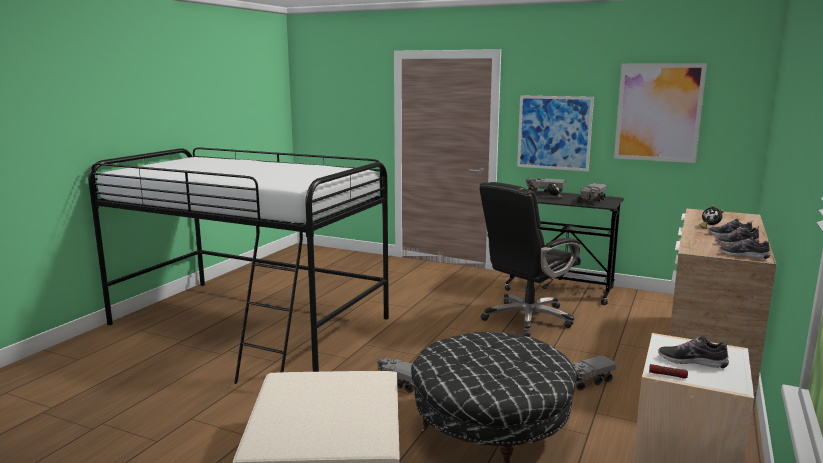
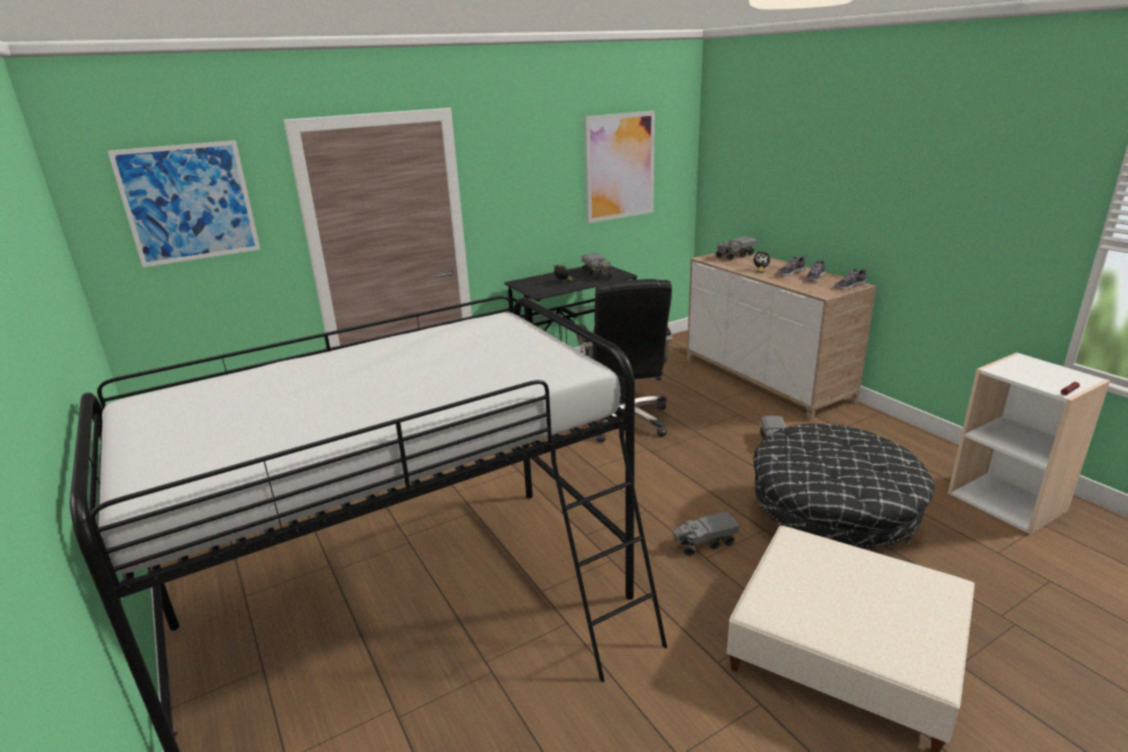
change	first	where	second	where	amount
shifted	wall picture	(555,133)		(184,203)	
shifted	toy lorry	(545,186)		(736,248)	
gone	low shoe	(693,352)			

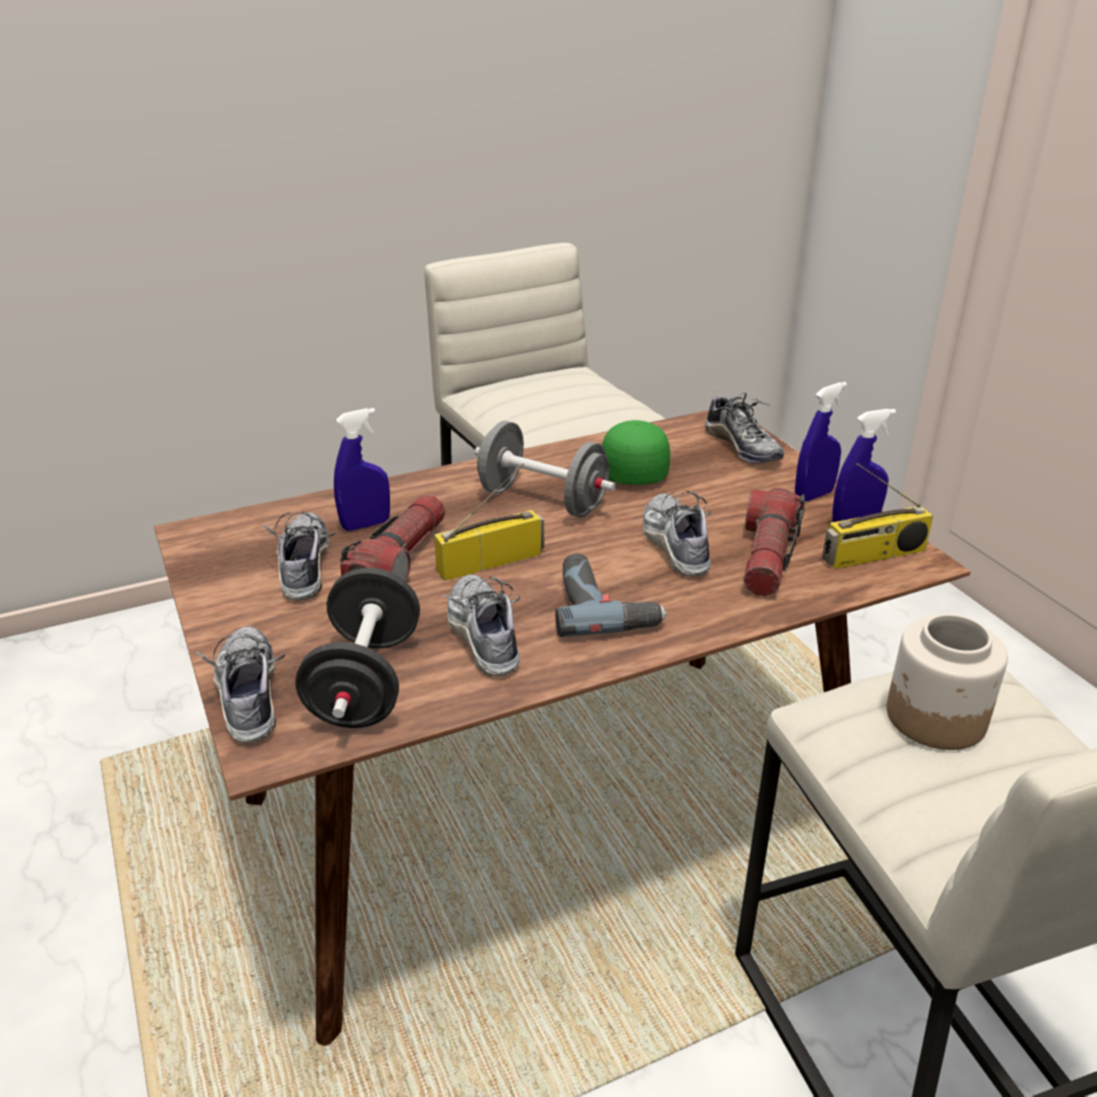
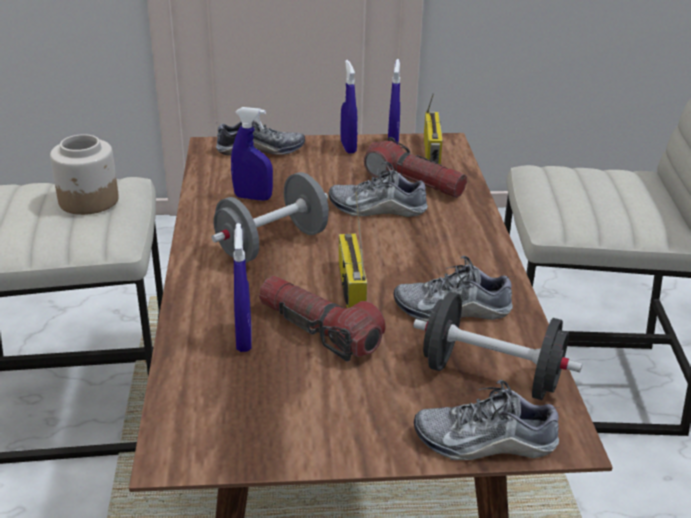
change	first	where	second	where	amount
gone	low shoe	(299,556)			
gone	power drill	(611,595)			
swapped	greenish baseball cap	(636,452)	blue sprayer	(252,154)	
shifted	preserve jar	(947,682)		(84,174)	

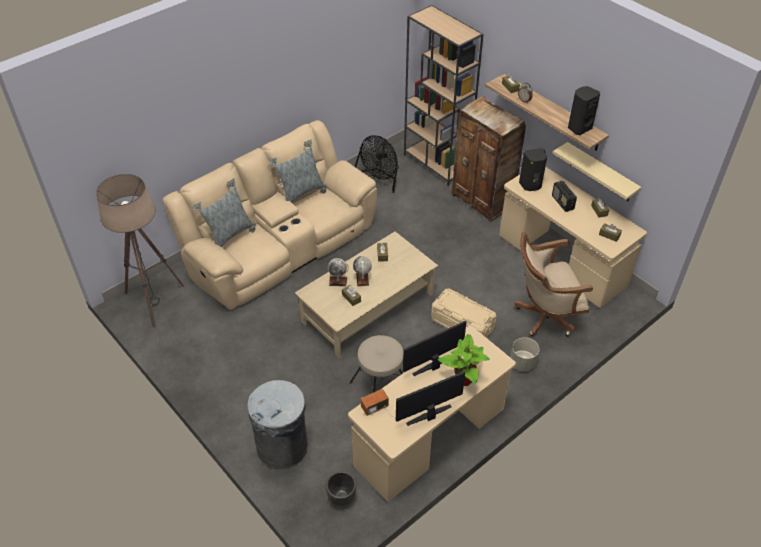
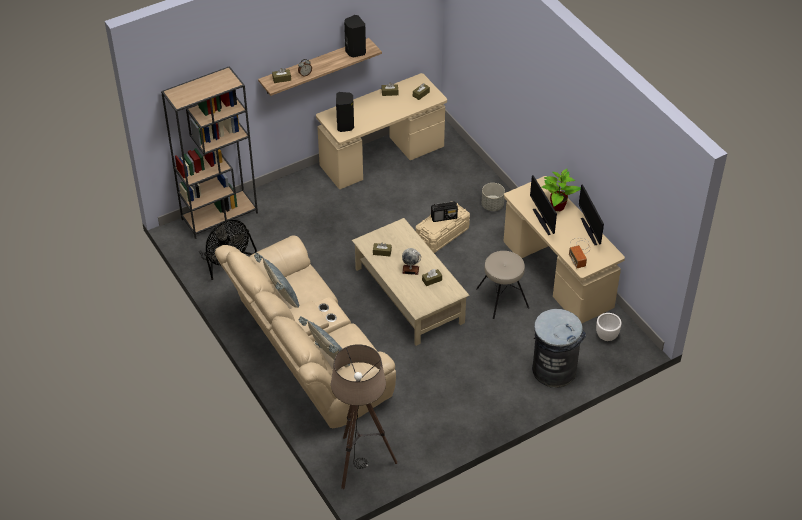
change	first	where	second	where	amount
repainted	black flower pot	(341,489)	whitish flower pot	(608,327)	
gone	world globe	(338,272)			
gone	brown cupboard	(489,159)			
gone	desk chair	(553,284)			
shifted	radio set	(564,196)		(444,212)	
gone	beige shelf	(597,171)			

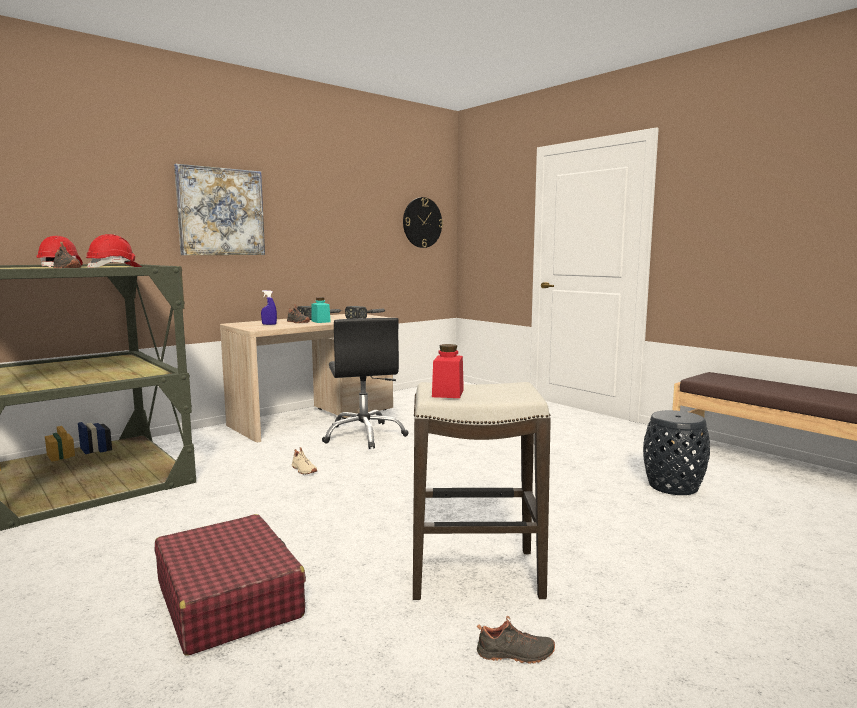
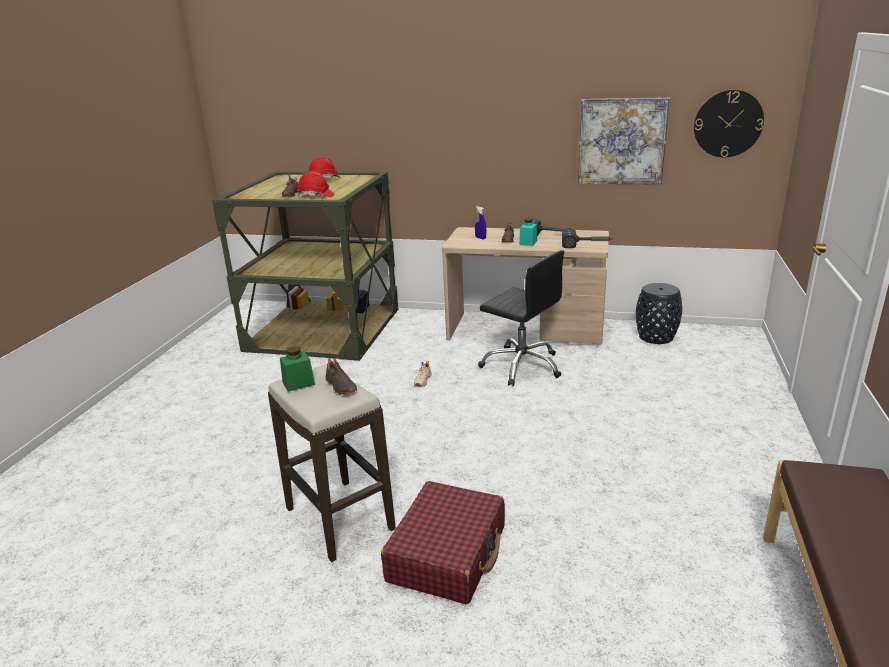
change	first	where	second	where	amount
shifted	reddish travel case	(230,585)		(443,542)	
shifted	wall picture	(219,209)		(624,141)	
rotated	black desk chair	(365,383)		(521,318)	90 degrees counterclockwise
repainted	reddish preserve jar	(448,371)	greenish preserve jar	(297,369)	
shifted	black low shoe	(516,640)		(341,376)	
shifted	black stool	(676,452)		(659,313)	

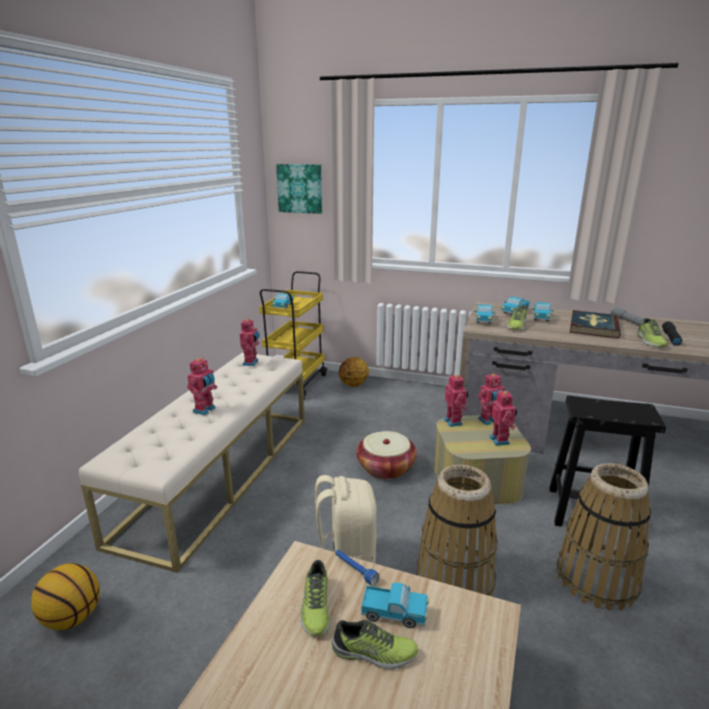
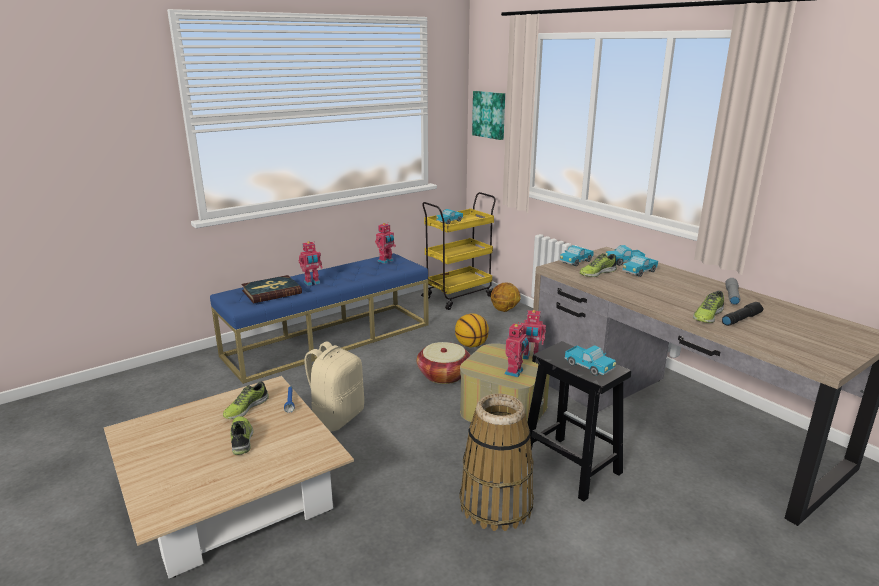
change	first	where	second	where	amount
shifted	basketball ball	(65,596)		(472,330)	
repainted	beige bench	(192,463)	blue bench	(319,318)	
rotated	low shoe	(374,645)		(242,435)	150 degrees counterclockwise
shifted	toy lorry	(395,605)		(590,360)	
gone	household basket	(457,530)			
gone	model robot	(455,401)			
shifted	book	(595,324)		(271,289)	

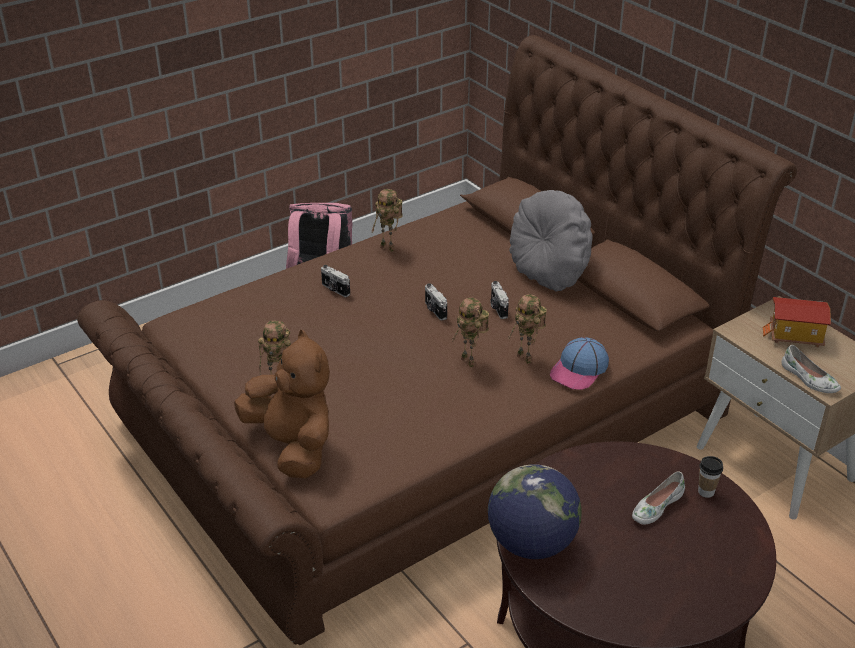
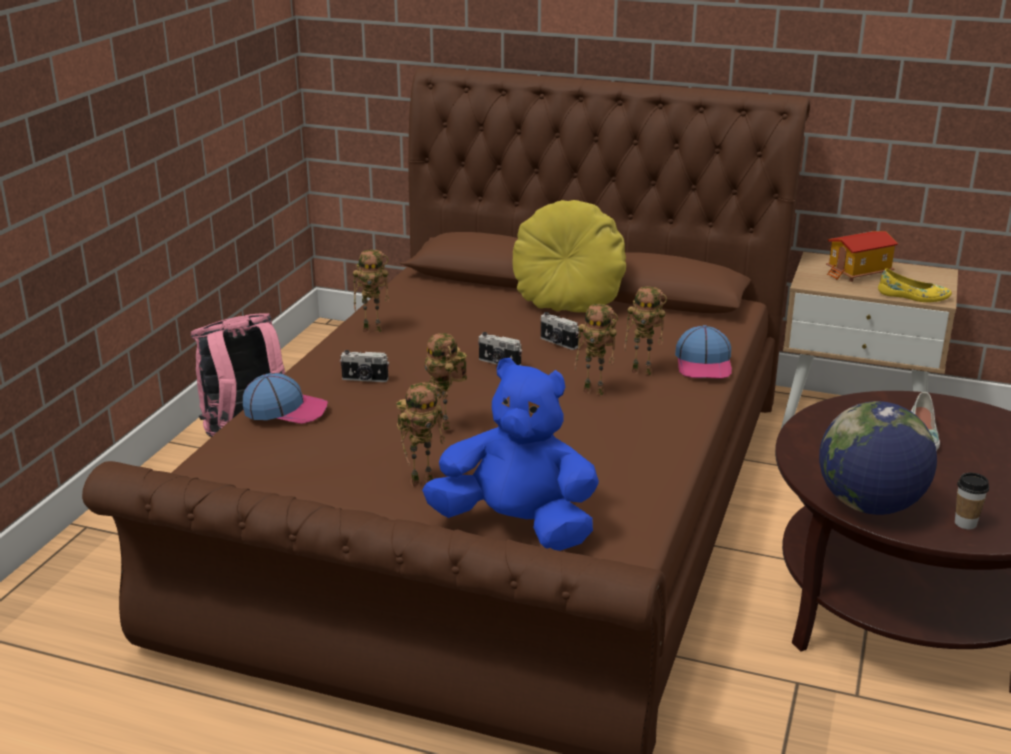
change	first	where	second	where	amount
repainted	brown soft toy	(282,404)	blue soft toy	(510,454)	
repainted	greyish pillow	(551,240)	yellow-coloured pillow	(569,256)	
shifted	drinking cup	(710,477)		(972,501)	
repainted	whitish low shoe	(811,369)	yellow-coloured low shoe	(915,285)	
new			baseball cap	(285,398)	
new			model robot	(445,381)	

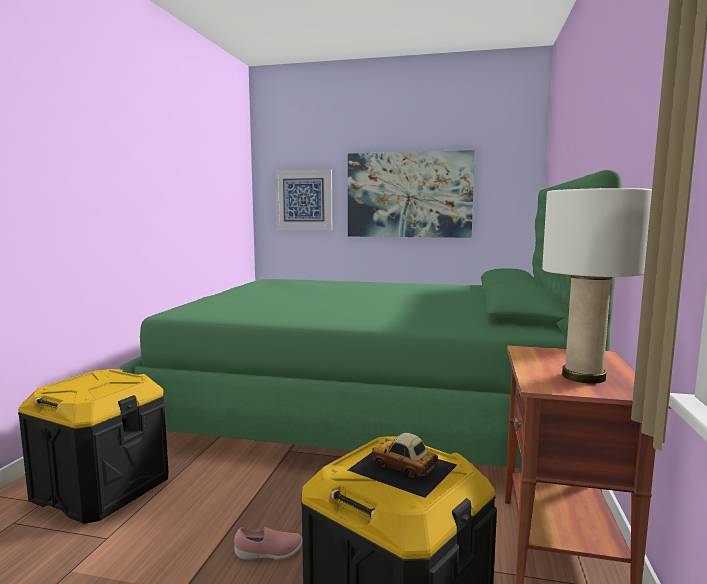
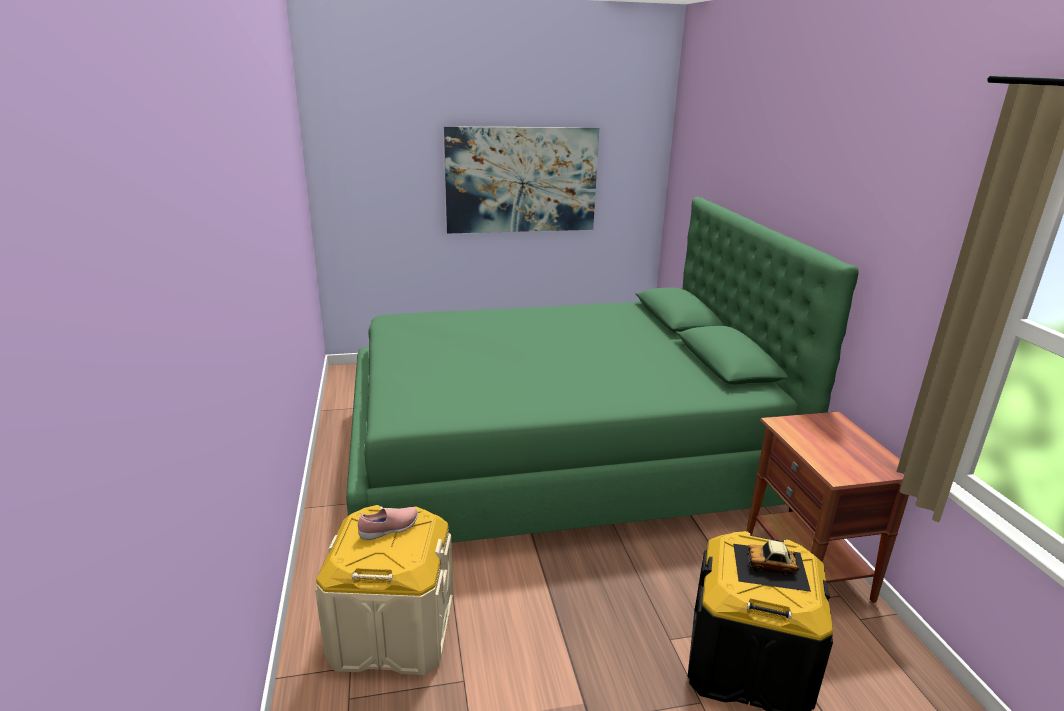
change	first	where	second	where	amount
repainted	black storage box	(93,446)	beige storage box	(384,590)	
shifted	pinkish low shoe	(268,543)		(388,523)	
gone	wall picture	(303,199)			
gone	whitish lamp for a table	(597,285)			

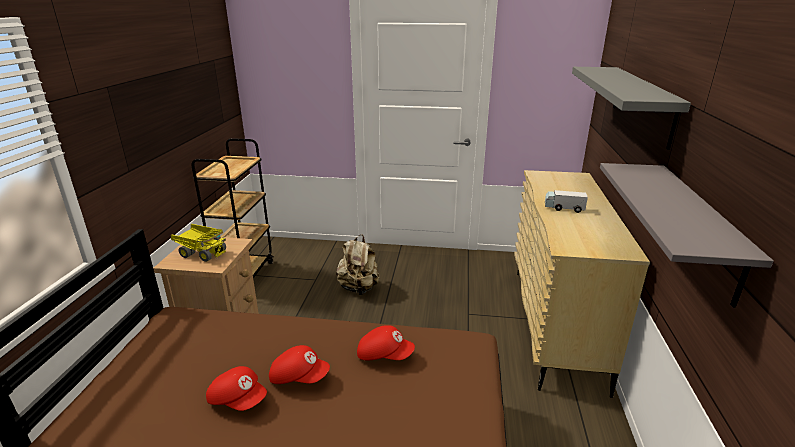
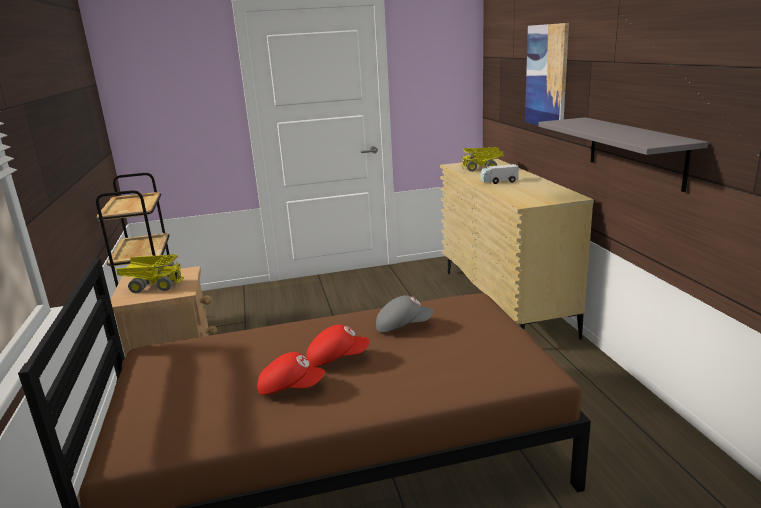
change	first	where	second	where	amount
gone	beige knapsack	(358,264)			
repainted	reddish baseball cap	(386,343)	greyish baseball cap	(404,313)	
swapped	greyish shelf	(631,108)	wall picture	(547,74)	
new			toy lorry	(482,159)	

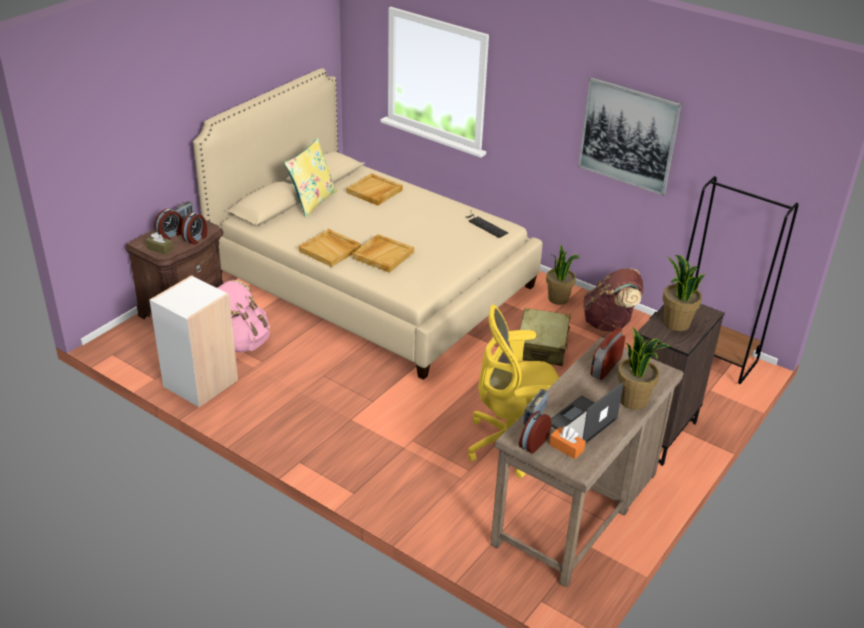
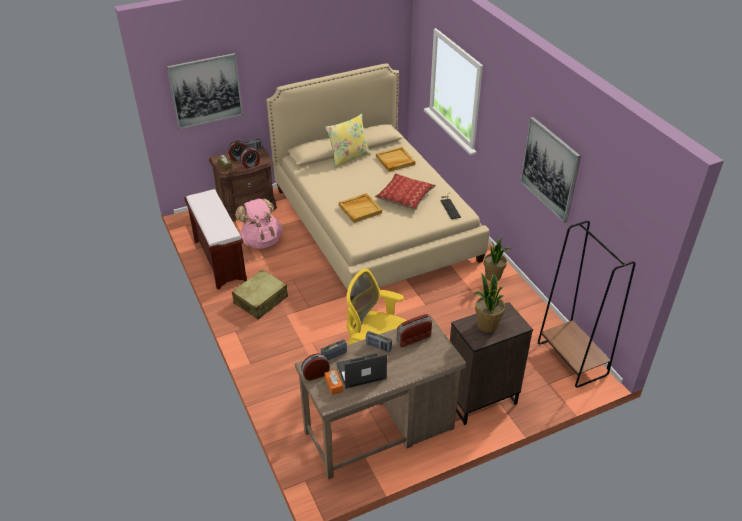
change	first	where	second	where	amount
swapped	shelving unit	(194,341)	brown bench	(215,239)	
gone	beige serving tray	(330,248)			
shifted	beige travel case	(545,337)		(260,294)	
gone	brown knapsack	(613,300)			
gone	plant in a pot	(643,369)			
new			wall picture	(204,91)	
new			radio set	(379,341)	
new			pillow	(405,191)	

